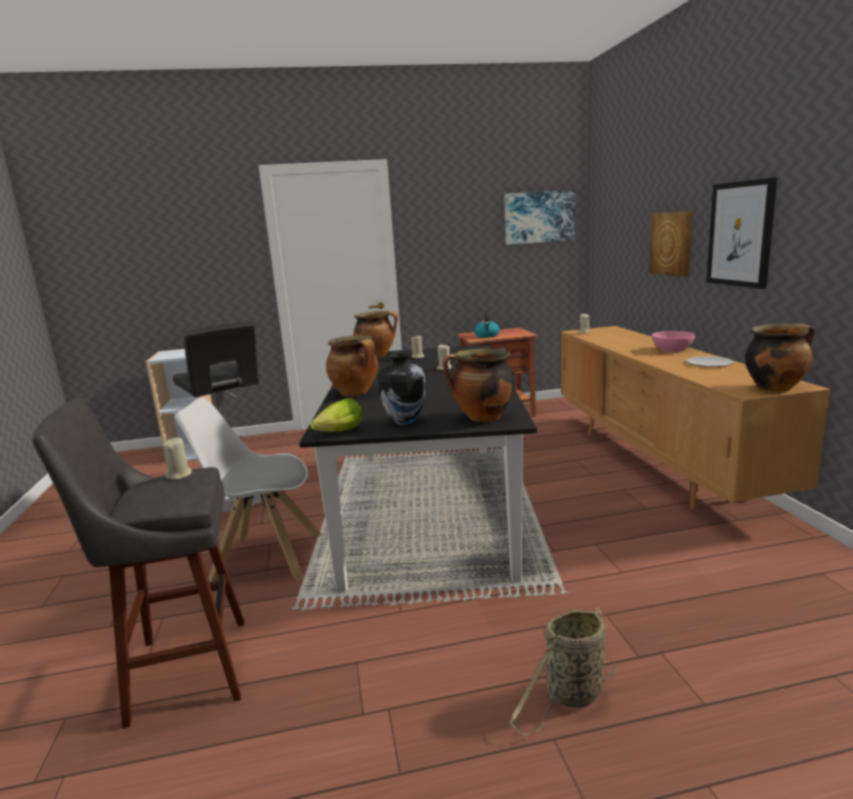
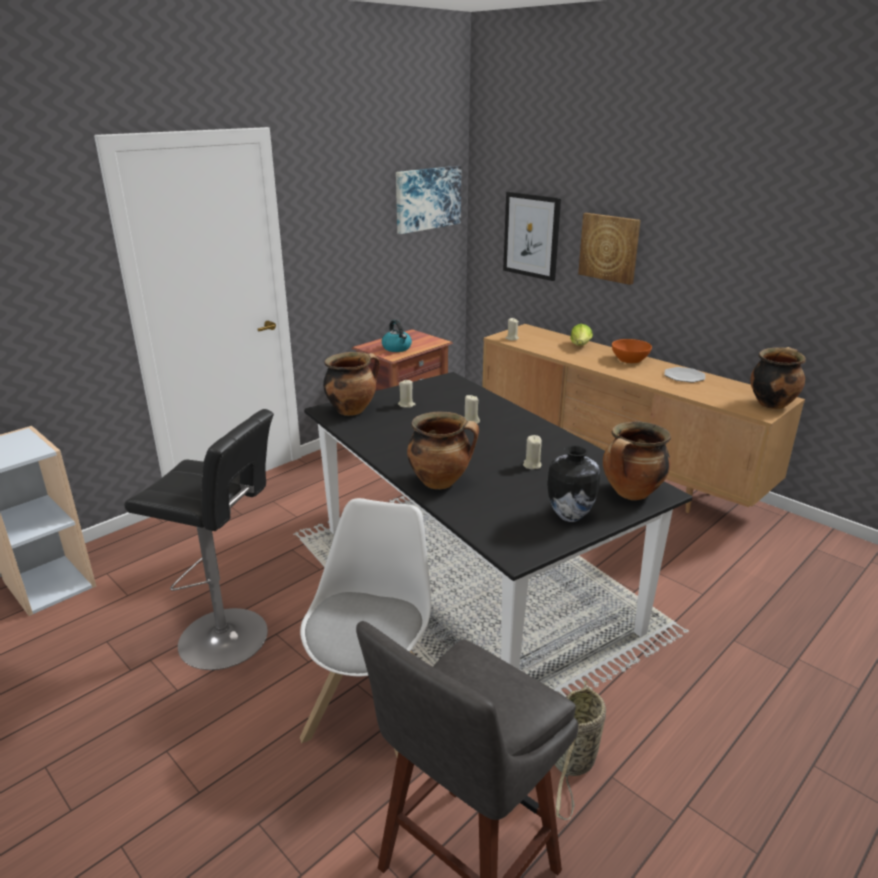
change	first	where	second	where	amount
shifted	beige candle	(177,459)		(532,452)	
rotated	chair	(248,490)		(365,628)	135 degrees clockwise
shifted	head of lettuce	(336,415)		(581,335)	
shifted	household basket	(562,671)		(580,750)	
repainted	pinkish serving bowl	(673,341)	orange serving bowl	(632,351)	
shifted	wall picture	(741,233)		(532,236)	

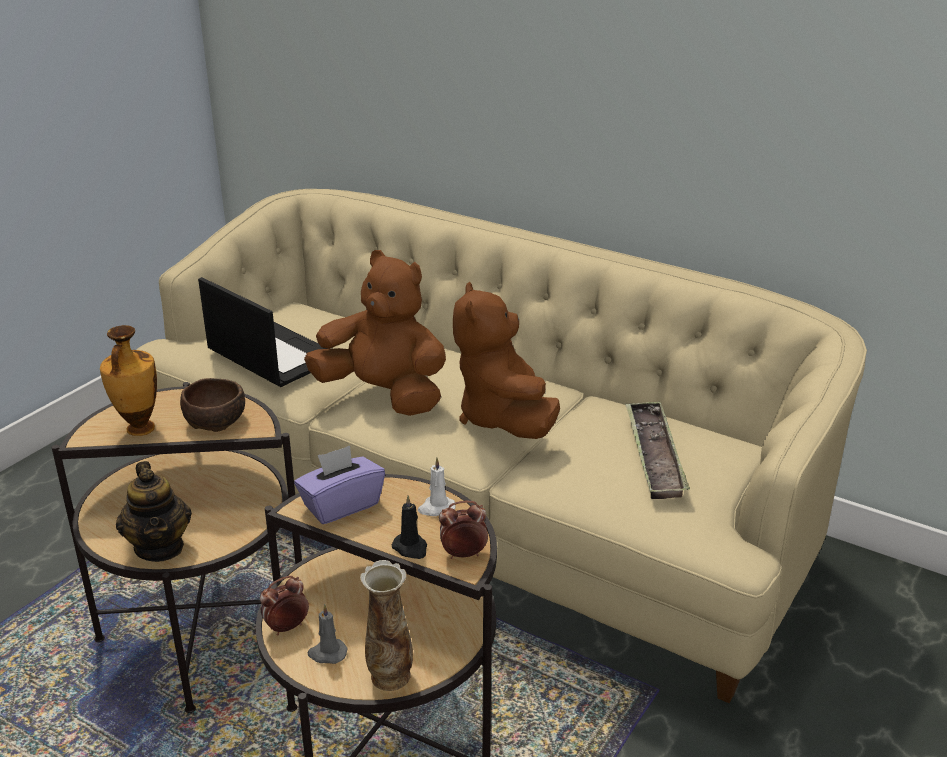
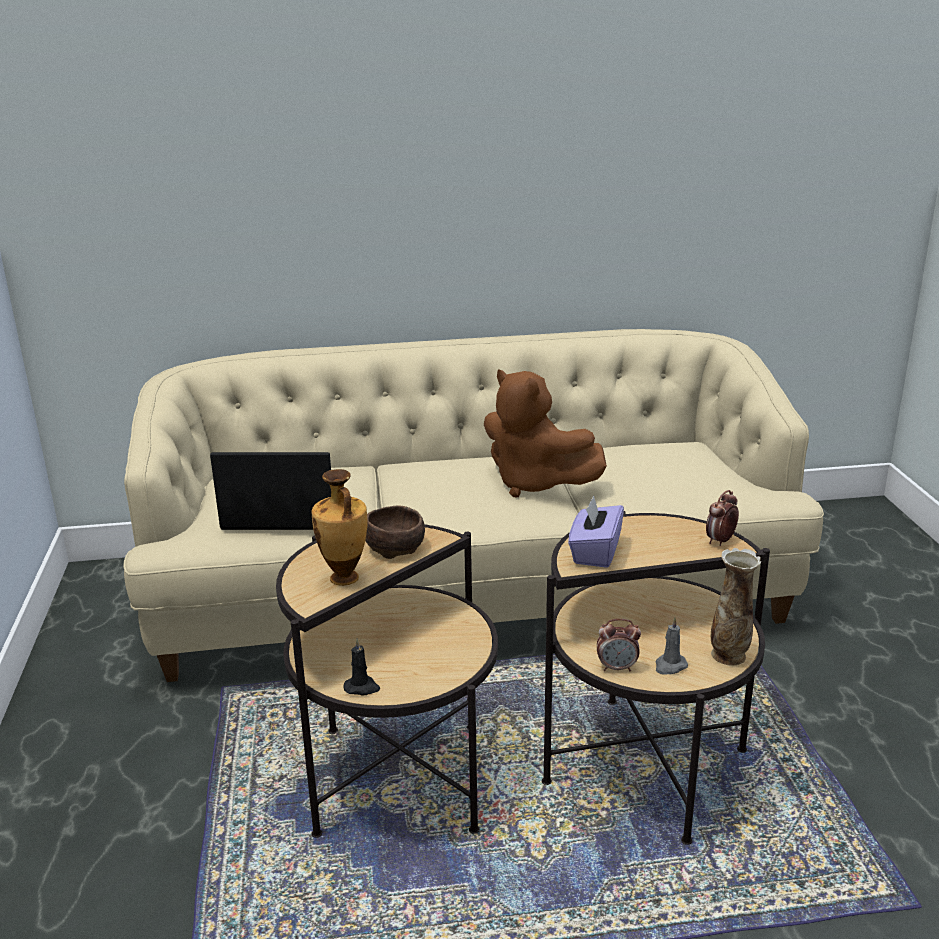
change	first	where	second	where	amount
gone	teapot	(154,511)			
rotated	bedside clock	(284,605)		(619,645)	105 degrees counterclockwise
gone	brown soft toy	(375,333)			
shifted	black candle	(409,527)		(361,667)	
gone	whitish candle	(437,487)			
gone	serving tray	(657,450)			

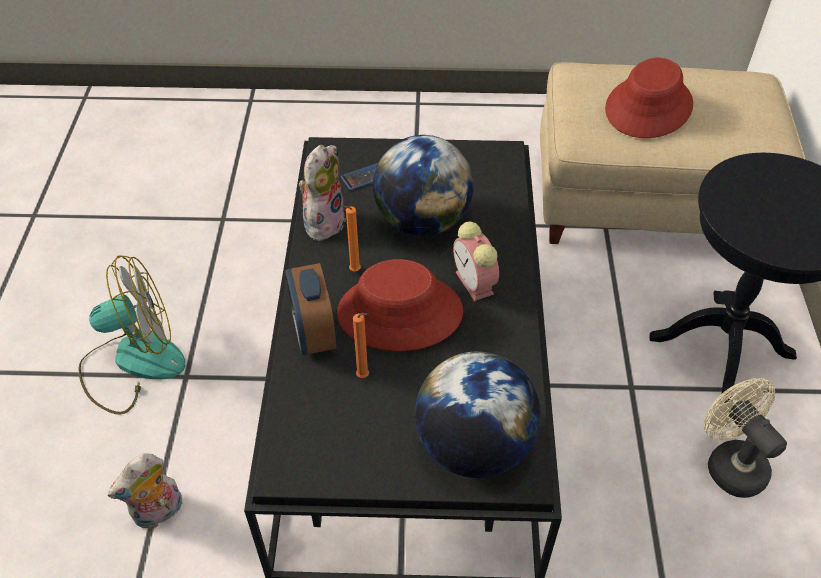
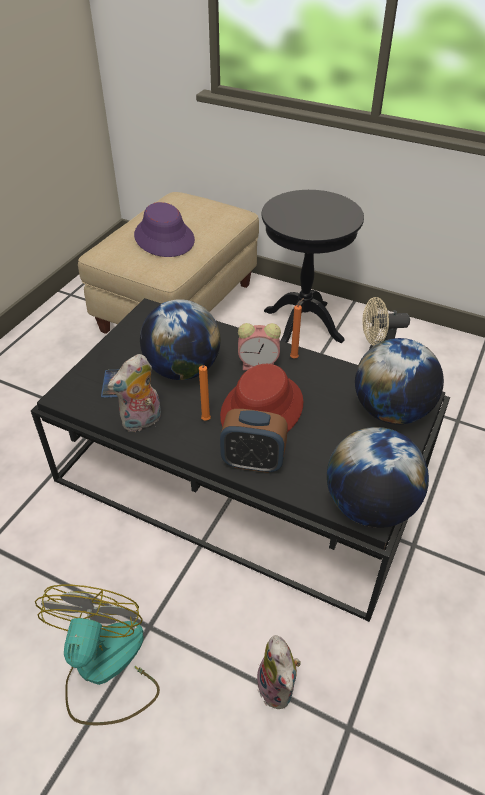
change	first	where	second	where	amount
rotated	soft toy	(322,194)		(134,393)	90 degrees counterclockwise
shifted	orange candle	(361,345)		(297,328)	
repainted	reddish wearable hat	(649,98)	purplish wearable hat	(164,229)	
new			world globe	(378,477)	

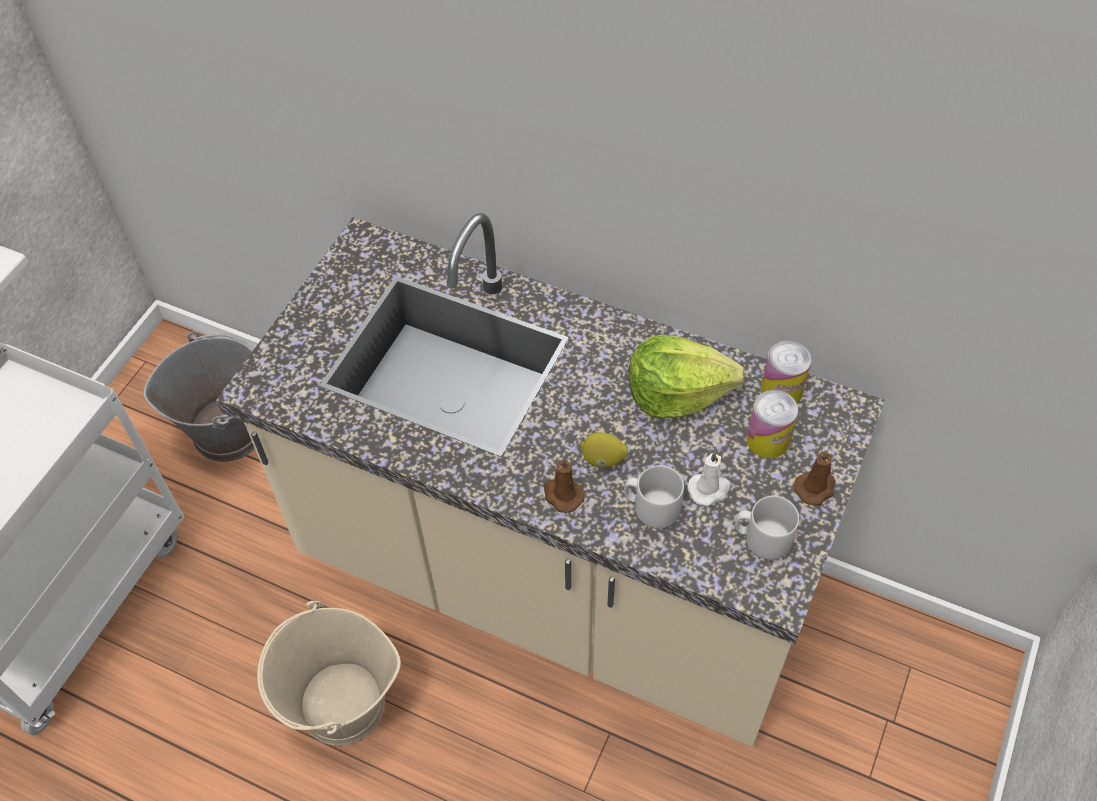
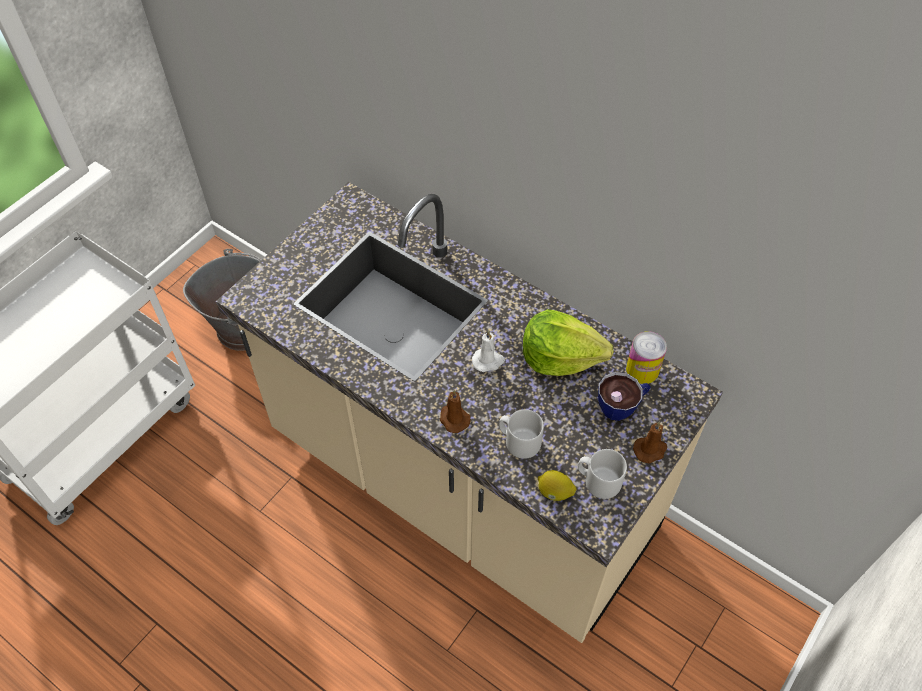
change	first	where	second	where	amount
gone	beige bucket	(329,673)			
shifted	citrus fruit	(604,450)		(557,485)	
shifted	whitish candle	(709,478)		(488,351)	
swapped	metal can	(772,424)	drinking cup	(624,396)	

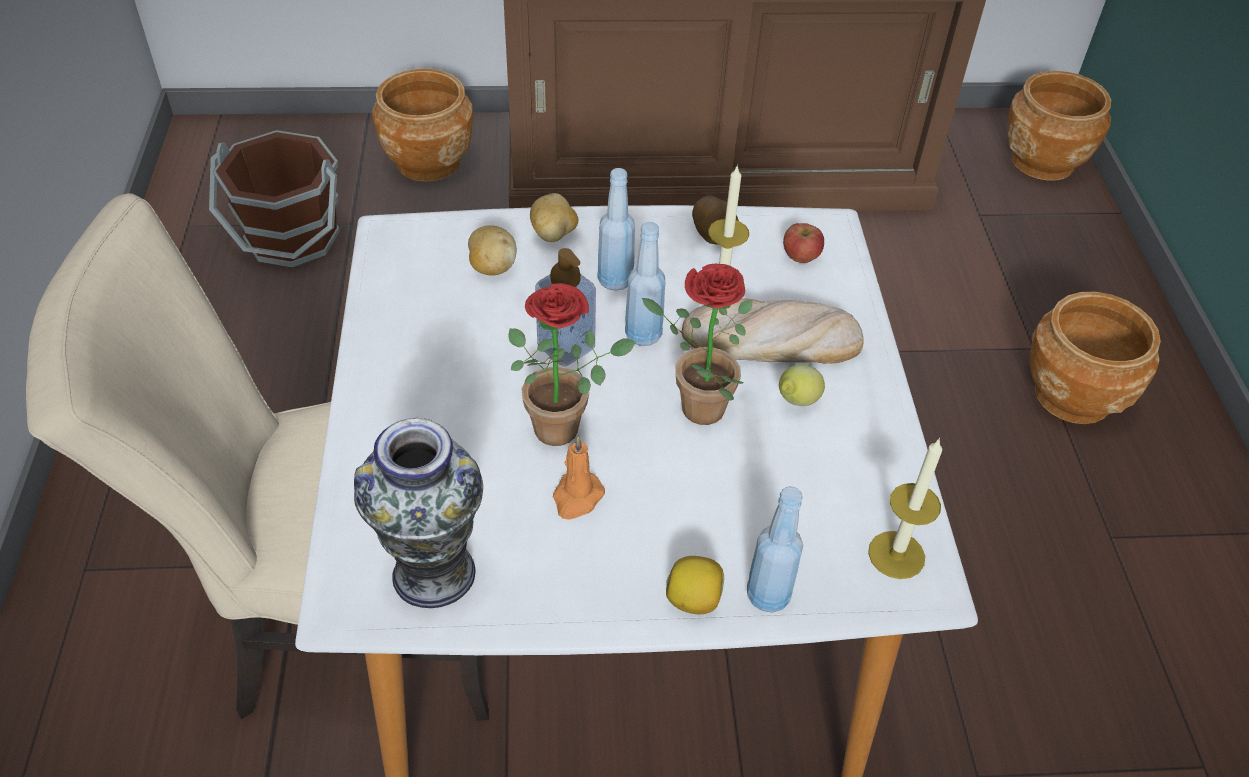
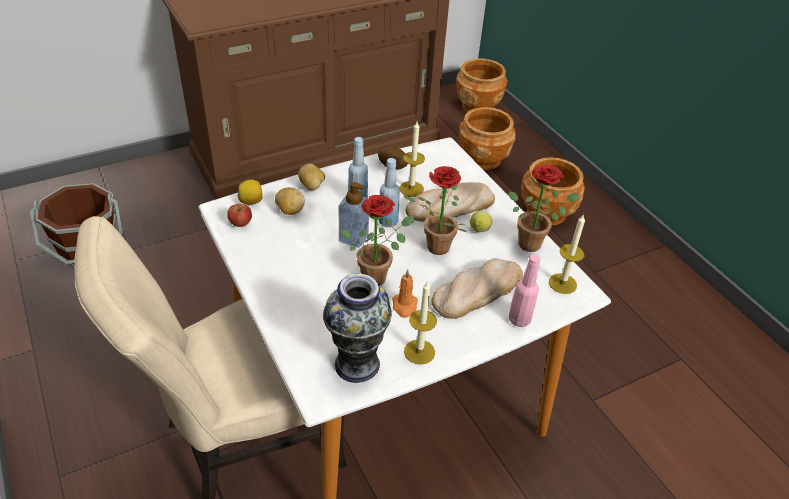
change	first	where	second	where	amount
shifted	brown flower pot	(422,125)		(487,138)	
shifted	citrus fruit	(695,585)		(250,192)	
repainted	blue drink bottle	(775,549)	pinkish drink bottle	(524,290)	
shifted	apple fruit	(803,243)		(239,215)	
new			candle	(420,323)	
new			baked bread	(477,288)	
new			plant in a pot	(545,208)	

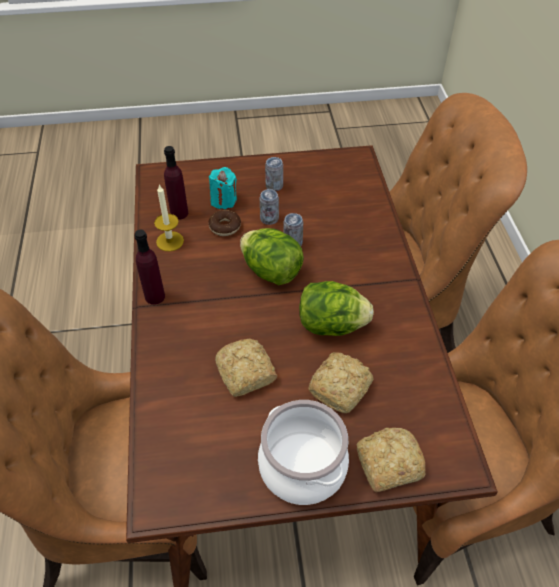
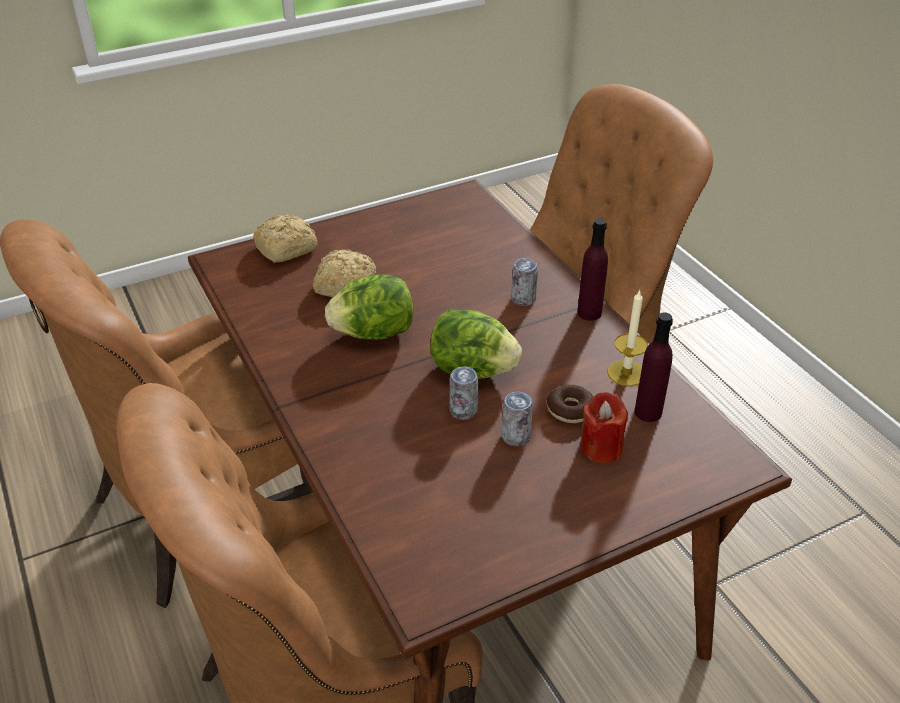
change	first	where	second	where	amount
repainted	blue-green candle	(223,188)	reddish candle	(604,427)	
gone	baked bread	(246,368)			
gone	stockpot	(303,452)			
shifted	metal can	(274,174)		(524,282)	

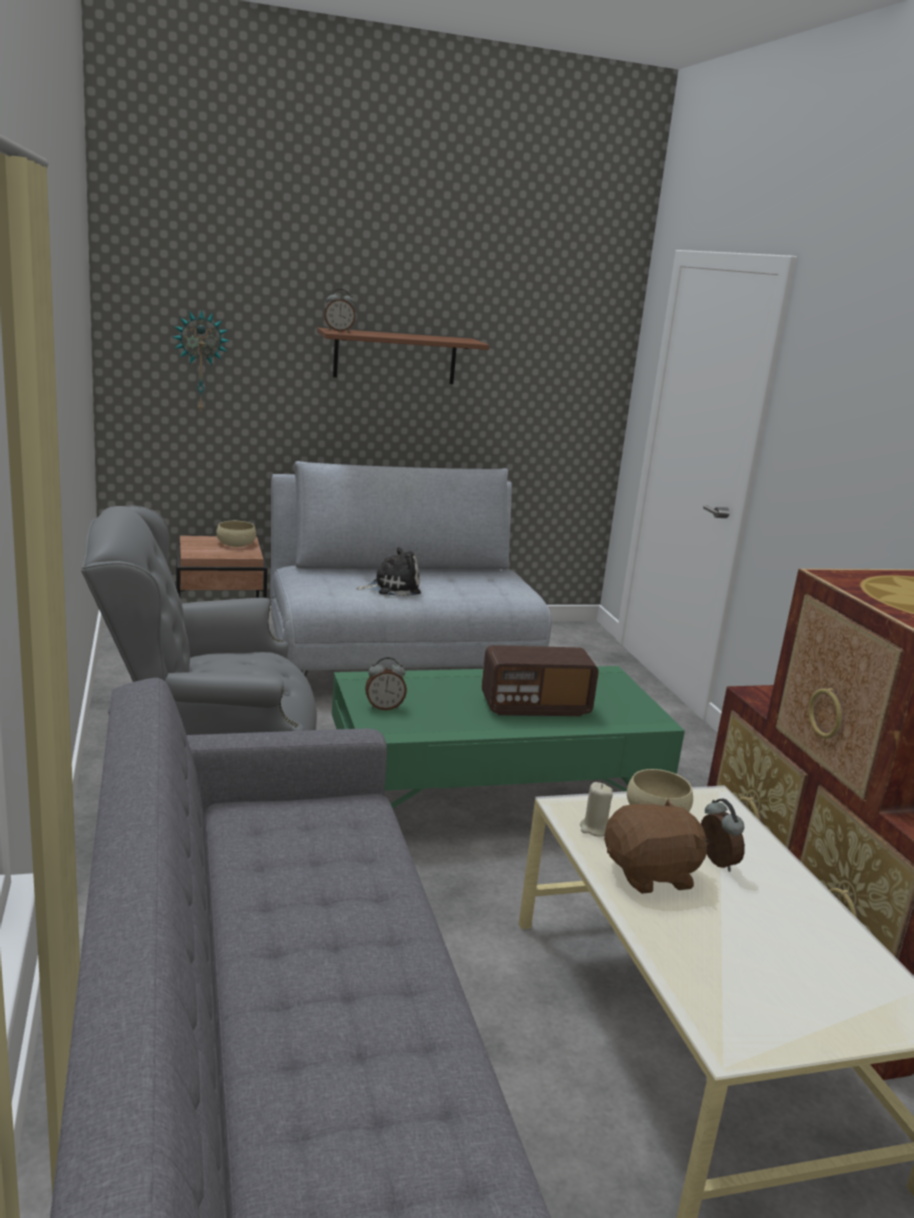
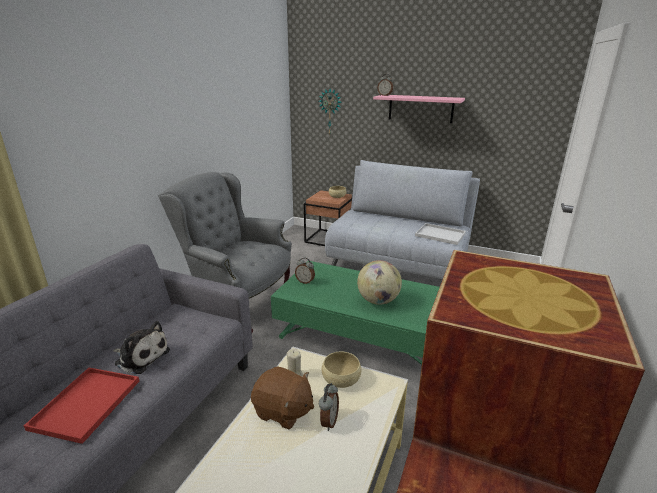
change	first	where	second	where	amount
repainted	brown shelf	(403,356)	pinkish shelf	(419,109)	
shifted	soft toy	(388,572)		(141,347)	
swapped	radio set	(540,680)	world globe	(379,282)	
new			reddish serving tray	(81,406)	
new			whitish serving tray	(440,234)	

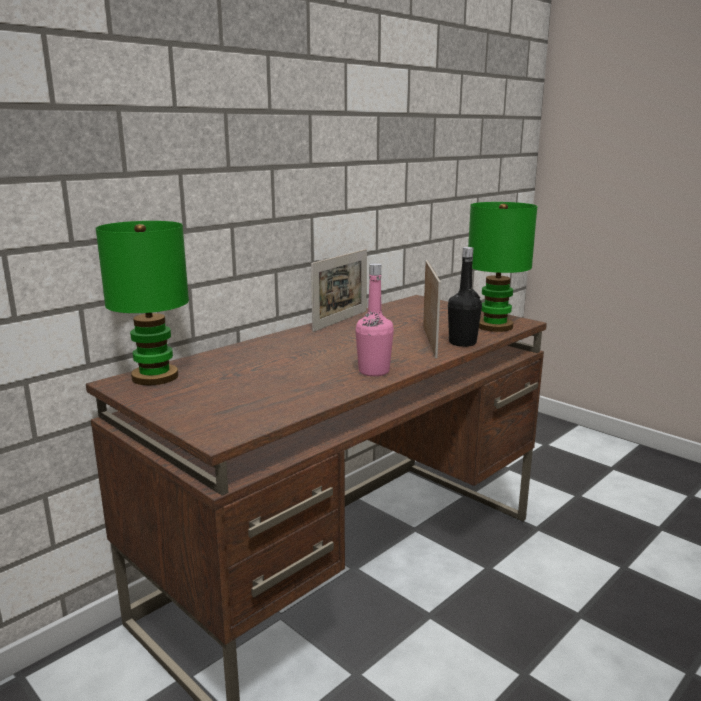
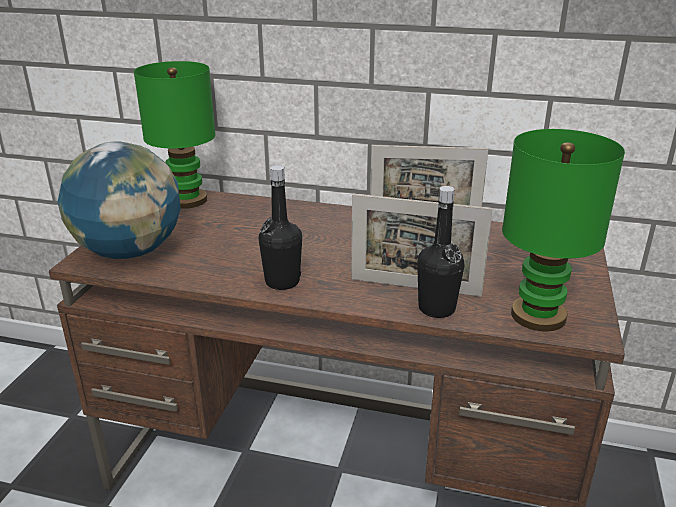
change	first	where	second	where	amount
repainted	pinkish drink bottle	(374,319)	black drink bottle	(280,227)	
rotated	photo frame	(432,309)		(422,245)	45 degrees clockwise
new			world globe	(119,200)	

